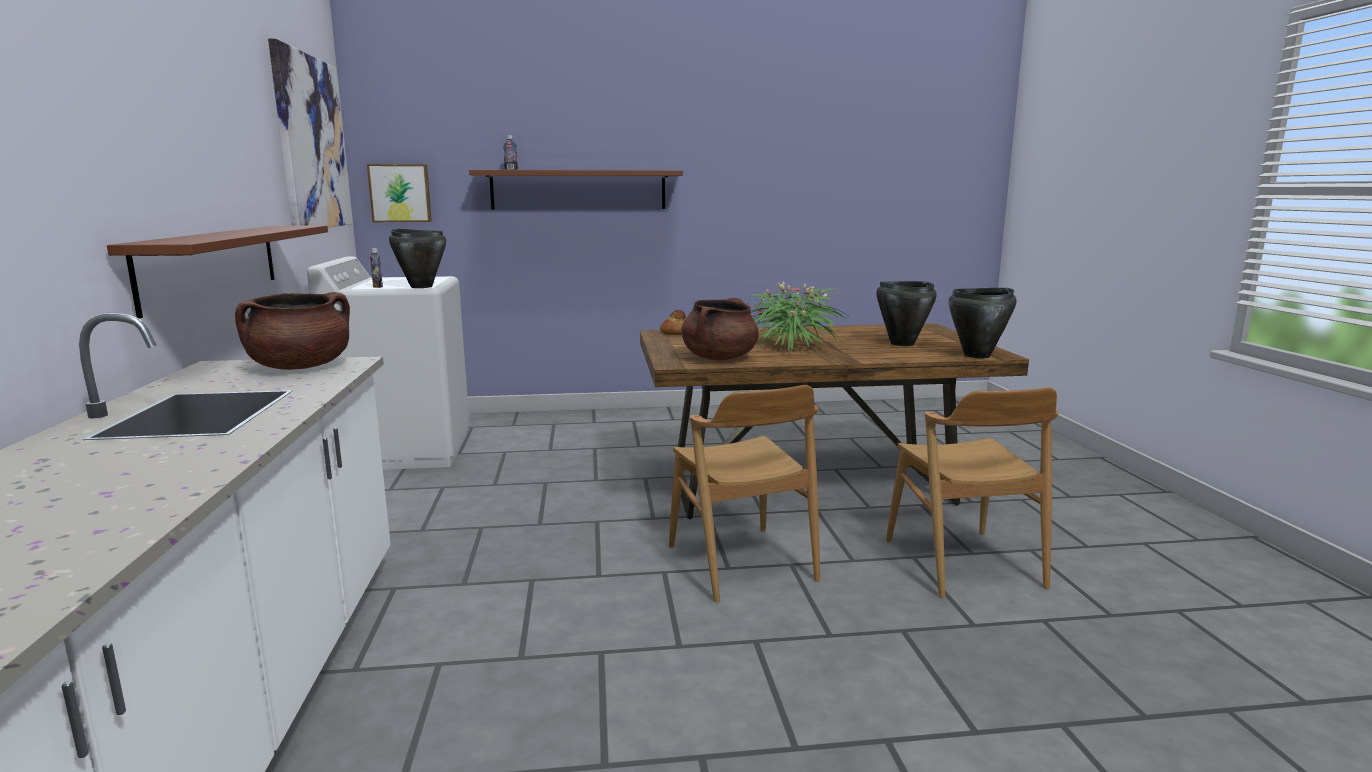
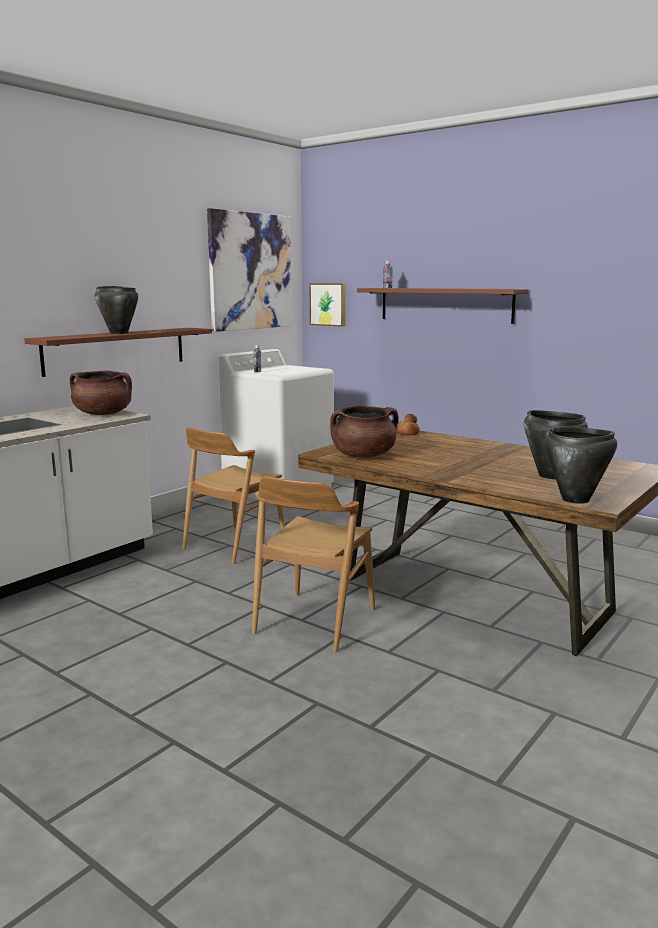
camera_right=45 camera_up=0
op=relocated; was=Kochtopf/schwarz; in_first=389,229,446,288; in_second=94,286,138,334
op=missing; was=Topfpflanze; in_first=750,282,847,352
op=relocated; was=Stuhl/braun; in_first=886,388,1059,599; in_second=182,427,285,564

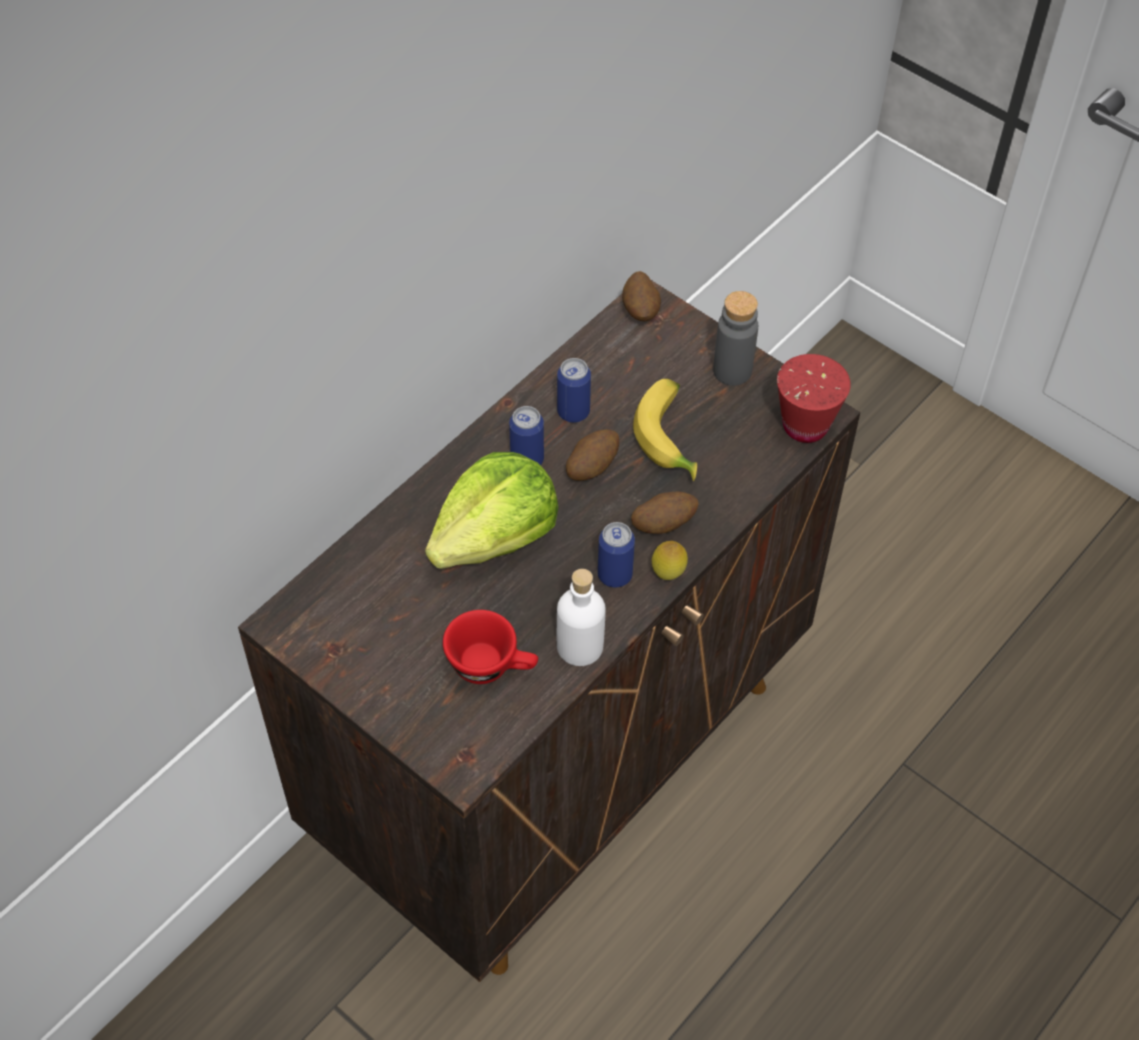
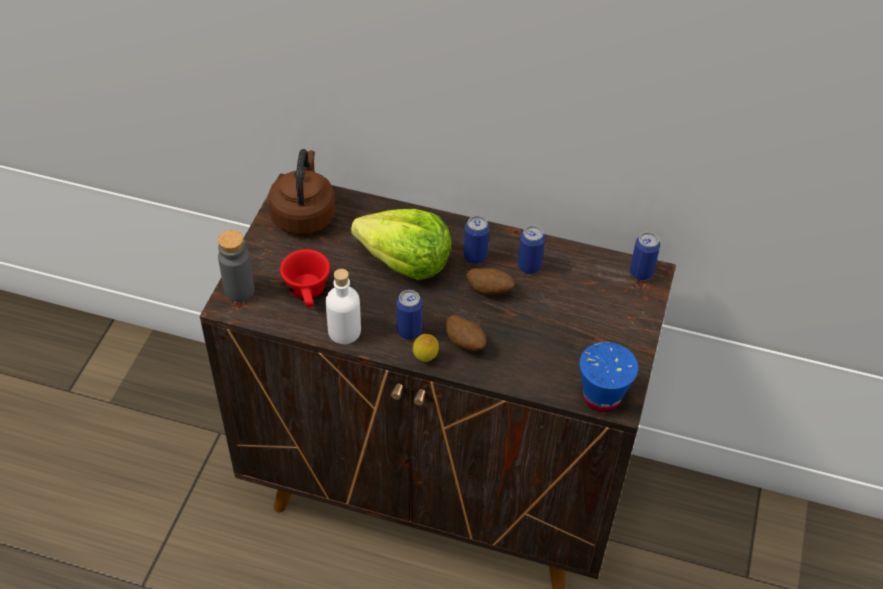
camera_right=65 camera_up=-5
op=exchanged; was=Kartoffel; now=Dose; in_first=622,271,661,321; in_second=630,232,660,280
op=relocated; was=Flasche/grau; in_first=713,291,758,386; in_second=218,230,255,302
op=colour; was=Tasse/rot; now=Tasse/blau; in_first=777,354,851,443; in_second=579,342,638,412
op=missing; was=Banane; in_first=633,379,697,481
op=appeared; now=Wasserkessel/braun; in_second=268,149,336,235

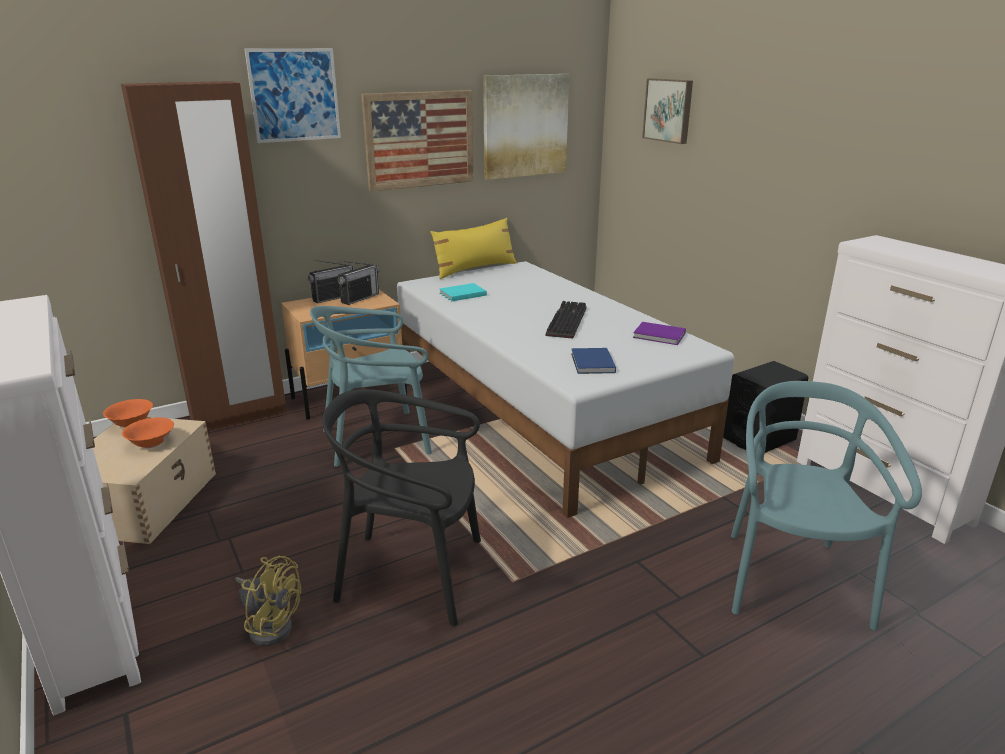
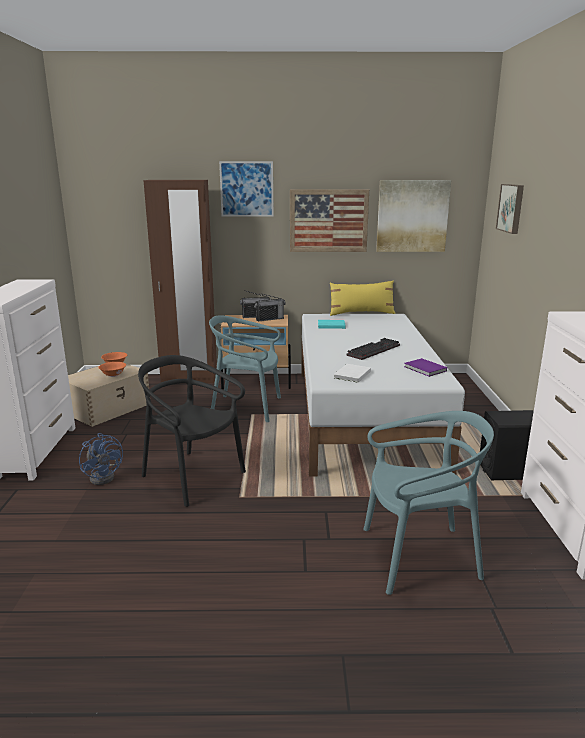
camera_right=30 camera_up=-5
op=colour; was=Buch/blau; now=Buch/weiß; in_first=571,348,616,374; in_second=334,364,371,383
op=spun; was=Stuhl/türkis; in_first=731,381,922,631; in_second=363,411,494,595; clockwise=45
op=colour; was=Ventilator/gelb; now=Ventilator/blau; in_first=235,555,301,646; in_second=79,433,123,485

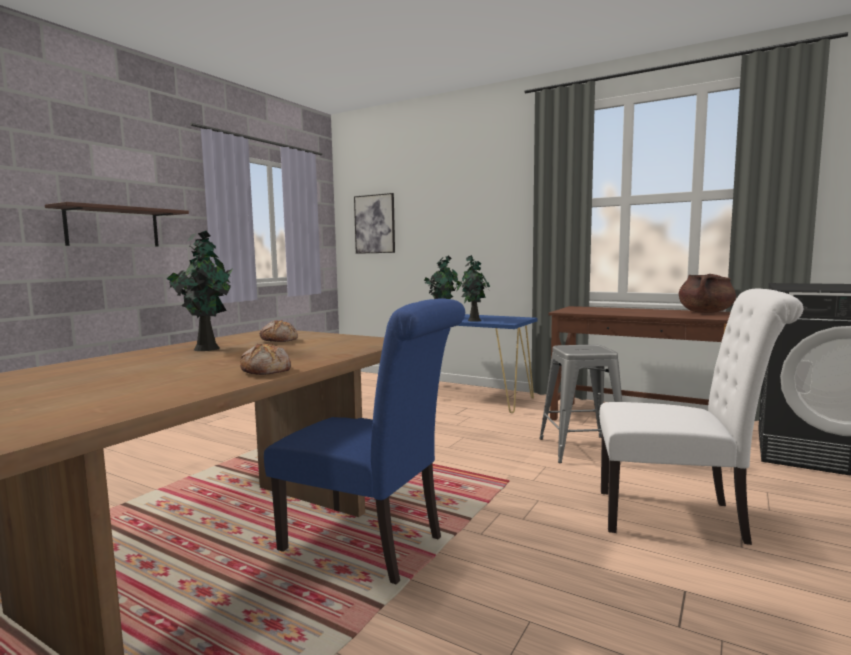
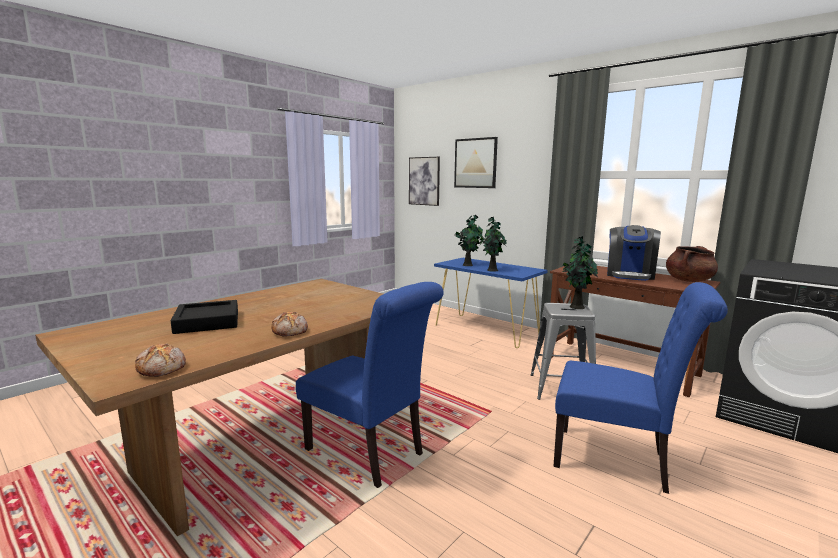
camera_right=10 camera_up=5
op=missing; was=Wandregal; in_first=45,202,189,246
op=relocated; was=Topfpflanze; in_first=167,231,233,351; in_second=562,236,598,309
op=colour; was=Stuhl/weiß; now=Stuhl/blau; in_first=599,289,803,545; in_second=553,282,728,494
op=relocated; was=Brot; in_first=260,320,298,342; in_second=135,344,186,377
op=appeared; now=Bild; in_second=454,137,498,188
op=appeared; now=Kaffeemaschine; in_second=607,225,661,281
op=appeared; now=Tablett/schwarz; in_second=171,300,238,334

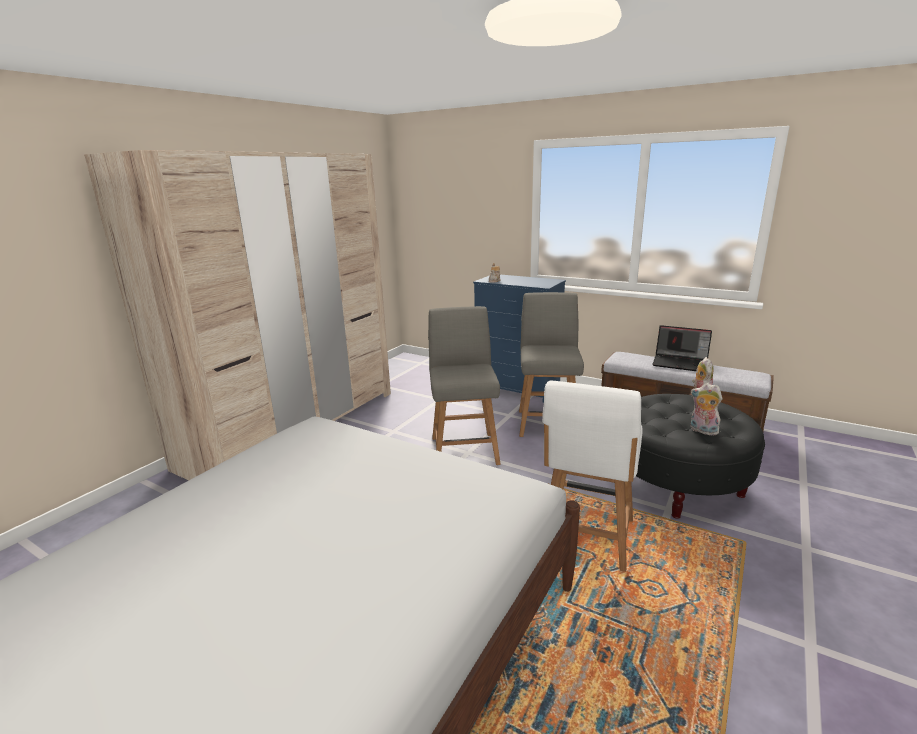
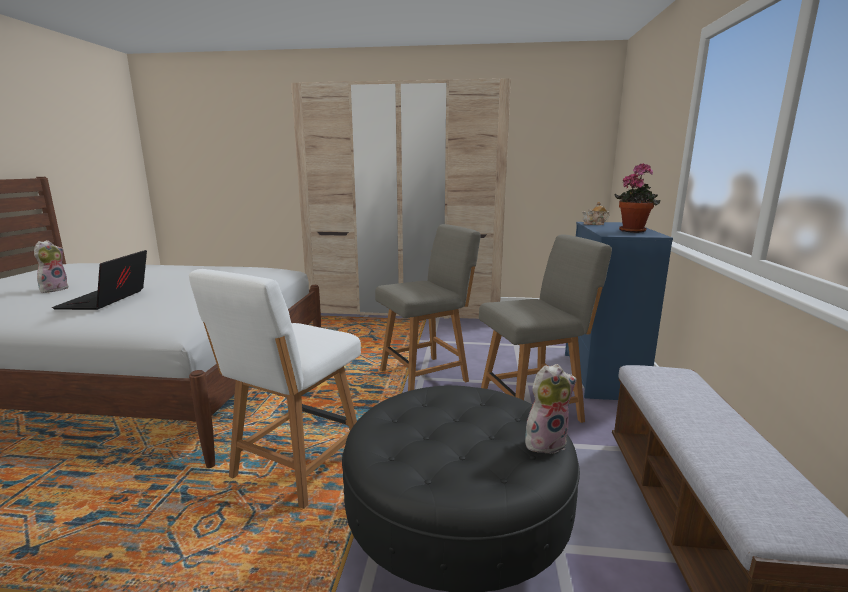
camera_right=65 camera_up=-5
op=relocated; was=Laptop; in_first=652,325,712,371; in_second=52,250,147,310
op=spun; was=Stuhl/weiß; in_first=542,381,643,572; in_second=189,269,361,509; clockwise=-60
op=relocated; was=Plüschtier; in_first=691,383,722,435; in_second=34,240,68,293
op=appeared; now=Topfpflanze; in_second=615,163,660,233

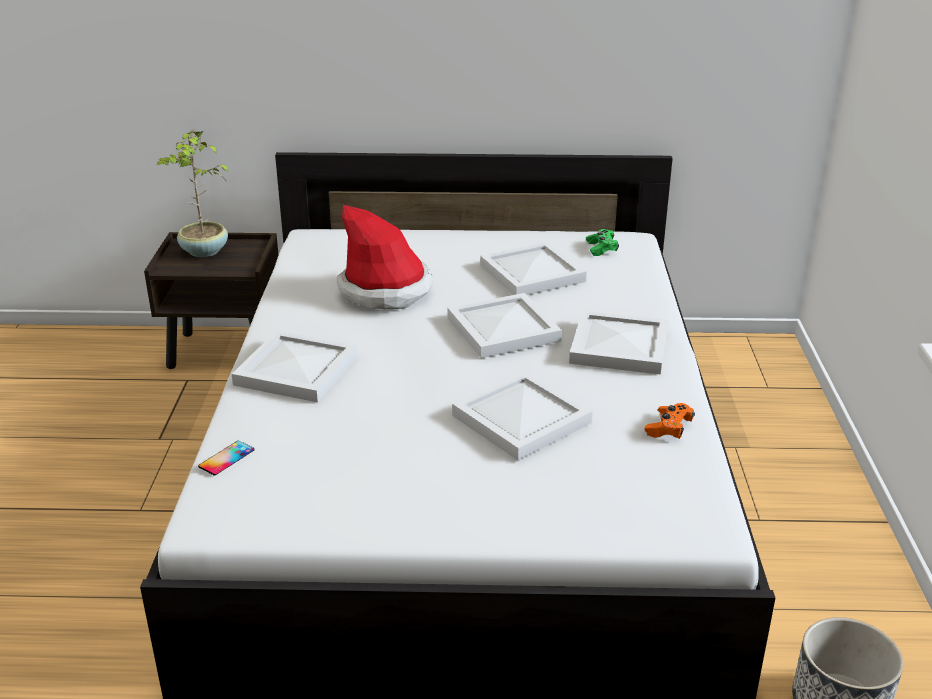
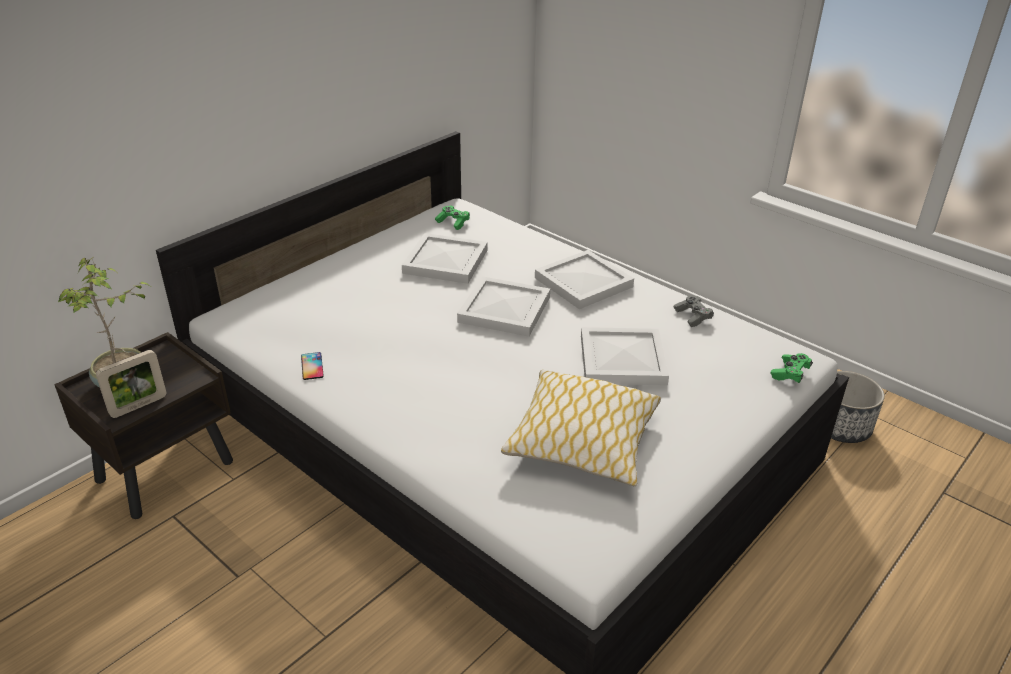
camera_right=-50 camera_up=5
op=missing; was=Hut; in_first=337,205,433,309
op=missing; was=Tablett/weiß; in_first=232,331,358,402
op=colour; was=Gamepad/orange; now=Gamepad/grau; in_first=644,403,695,439; in_second=674,295,714,327
op=relocated; was=Handy; in_first=198,441,255,476; in_second=301,352,324,380
op=appeared; now=Bilderrahmen; in_second=96,350,166,418
op=appeared; now=Gamepad/grün; in_second=770,353,813,383
op=appeared; now=Kissen; in_second=501,370,661,486

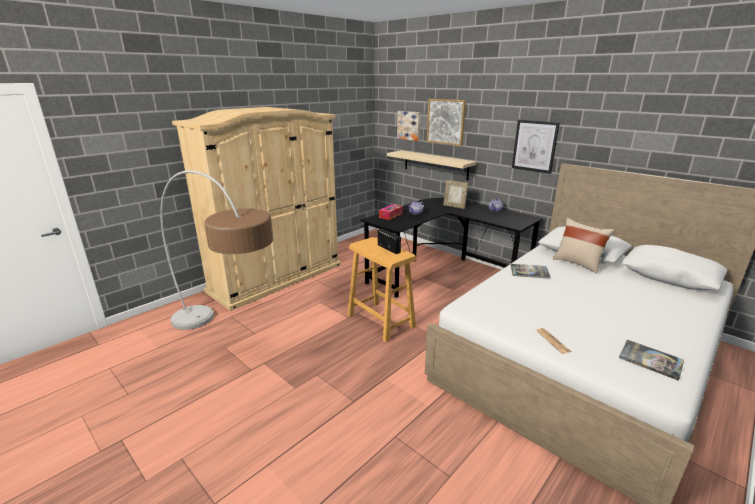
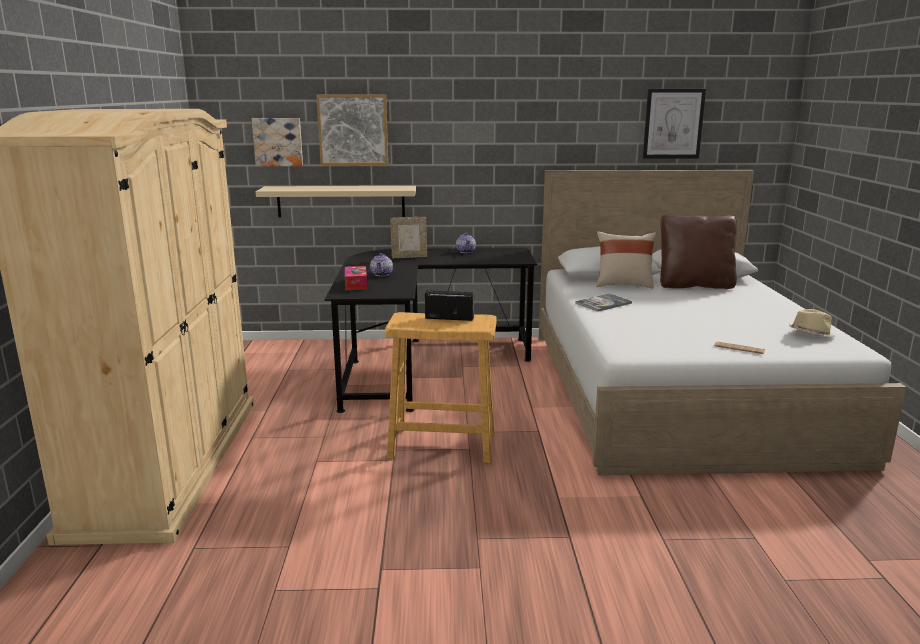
camera_right=-45 camera_up=-5
op=relocated; was=Bild; in_first=512,120,560,174; in_second=643,89,706,159
op=missing; was=Stehlampe; in_first=160,170,273,330
op=exchanged; was=Buch; now=Hut/beige; in_first=619,340,684,381; in_second=789,309,836,337
op=appeared; now=Kissen/braun; in_second=660,214,737,289

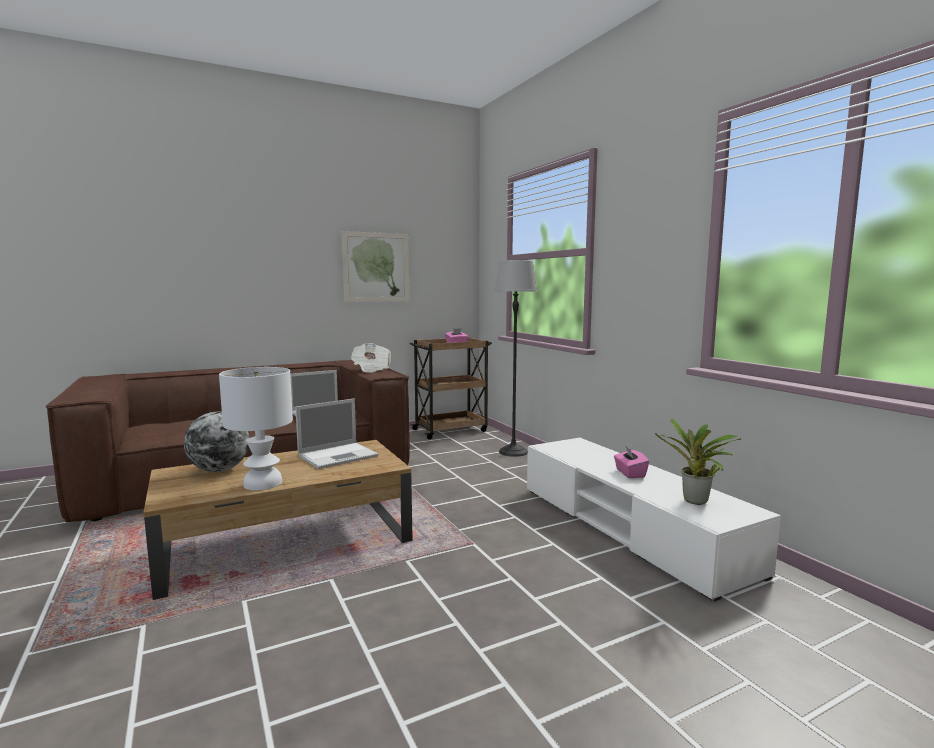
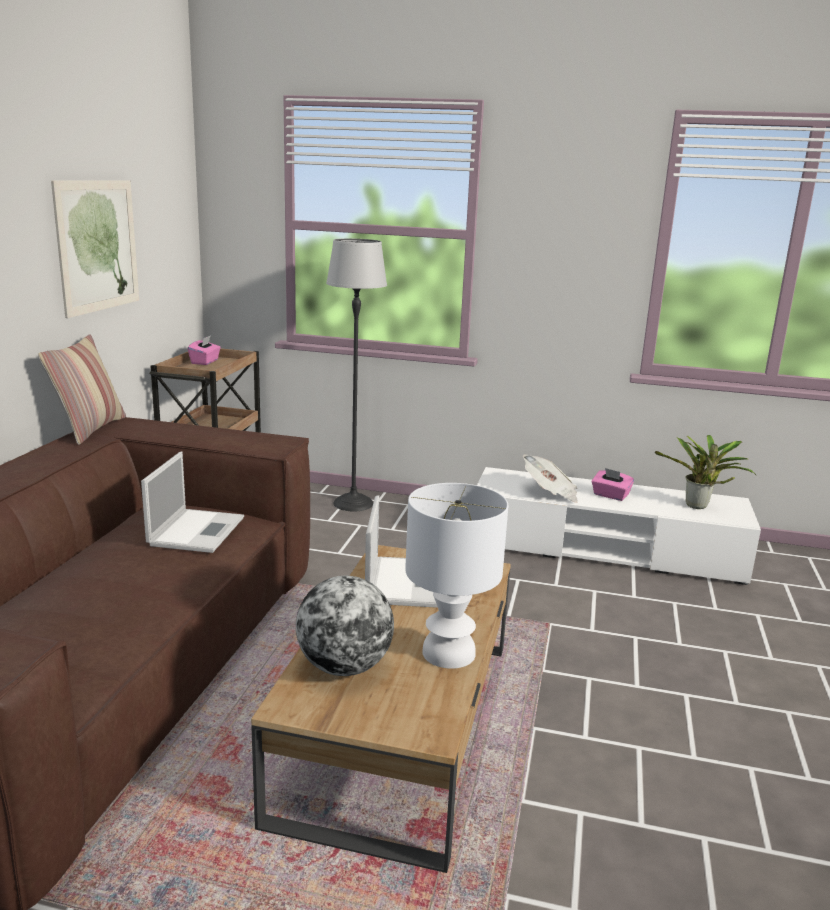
camera_right=-50 camera_up=10
op=relocated; was=Zeitung; in_first=350,343,391,373; in_second=523,454,578,502
op=appeared; now=Kissen; in_second=38,334,126,445

